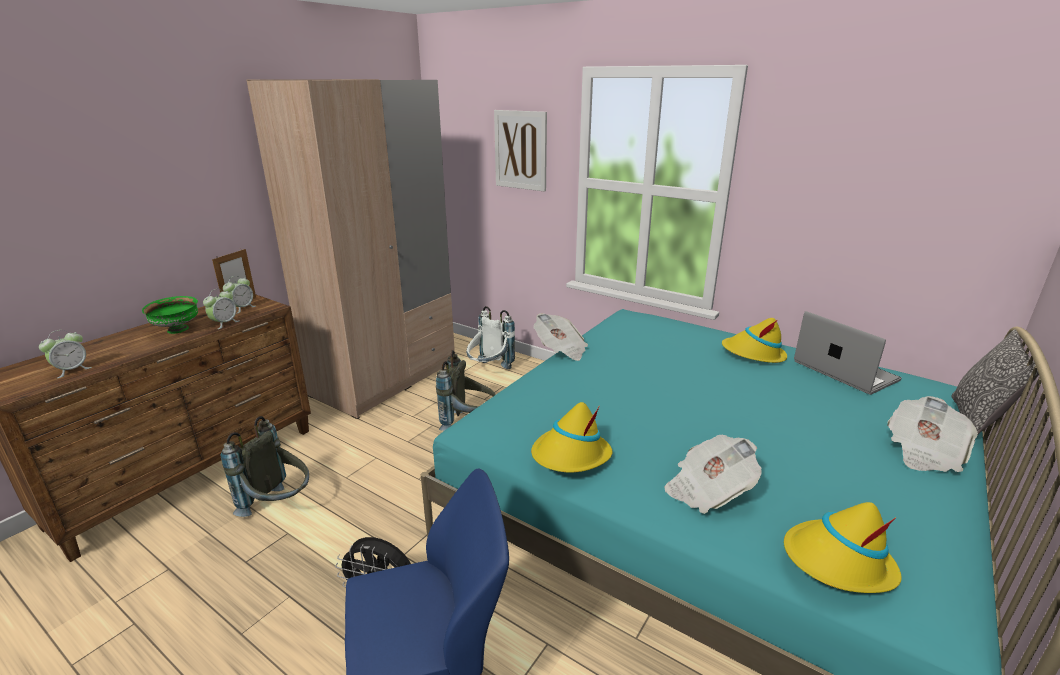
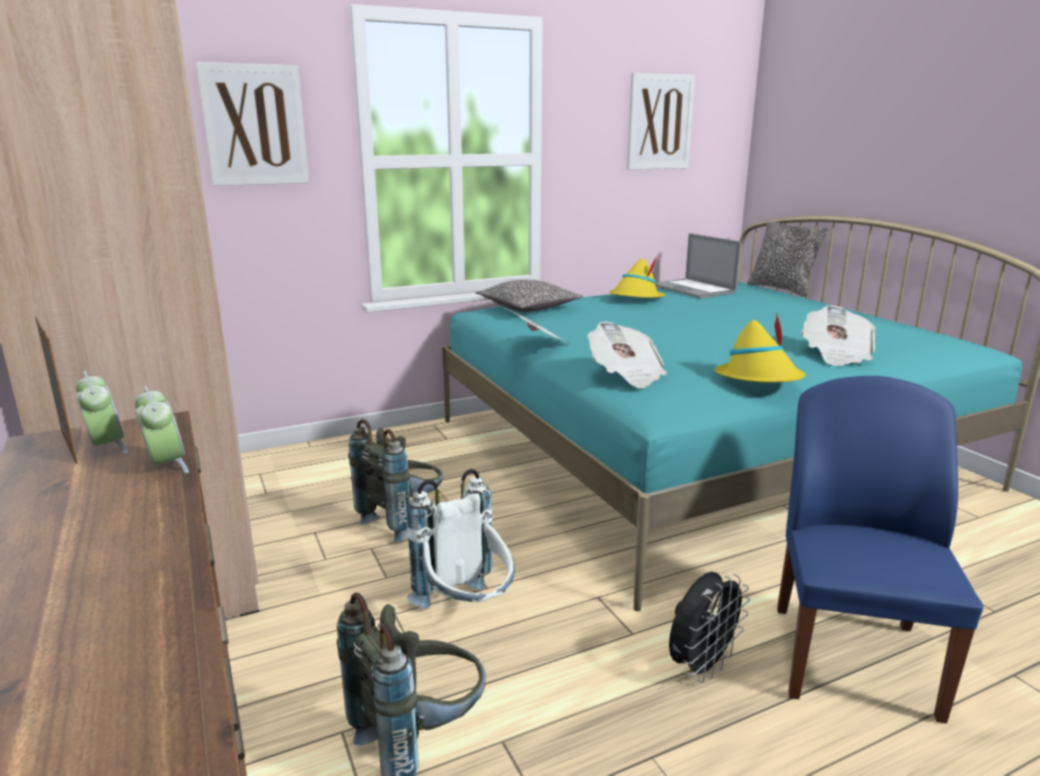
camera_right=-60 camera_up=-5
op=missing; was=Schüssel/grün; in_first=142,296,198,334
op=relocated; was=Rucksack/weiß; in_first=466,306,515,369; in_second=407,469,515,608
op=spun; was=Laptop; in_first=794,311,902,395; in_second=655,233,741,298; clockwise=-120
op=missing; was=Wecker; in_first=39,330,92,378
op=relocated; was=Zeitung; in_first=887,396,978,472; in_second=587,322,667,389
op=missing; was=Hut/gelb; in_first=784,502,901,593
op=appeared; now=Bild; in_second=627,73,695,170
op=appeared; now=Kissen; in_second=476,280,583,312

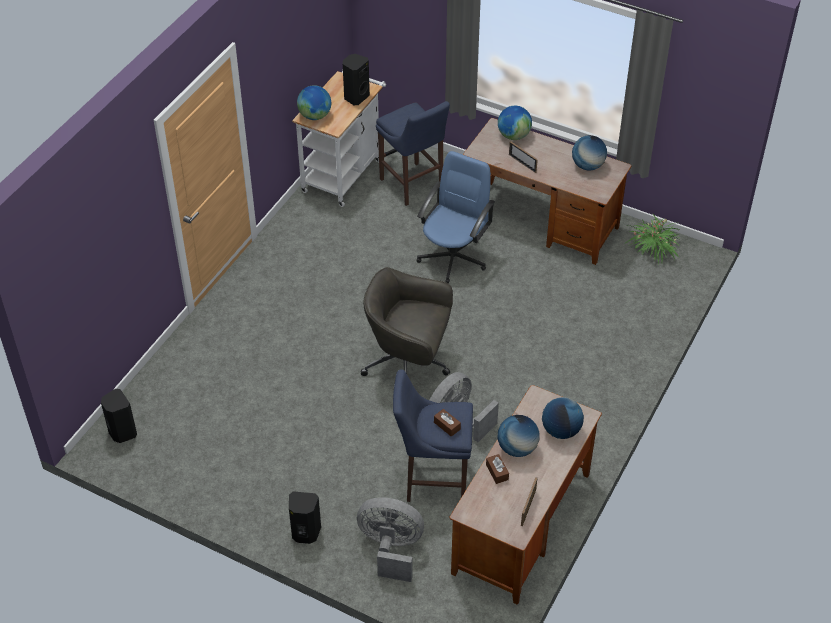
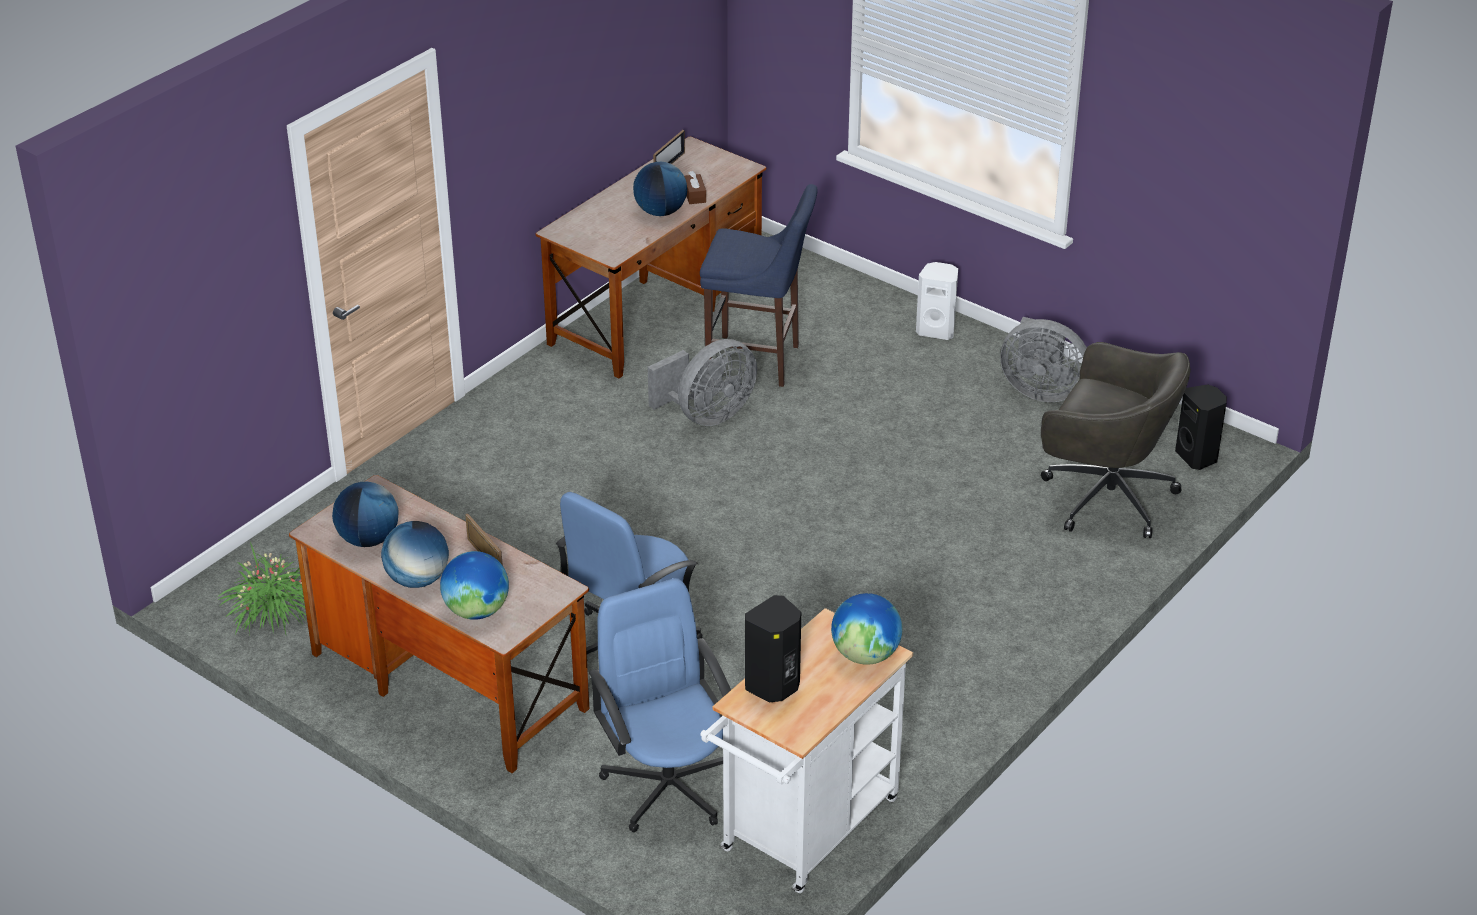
camera_right=-170 camera_up=-10
op=exchanged; was=Hocker/blau; now=Bürostuhl/blau; in_first=376,101,450,206; in_second=589,578,731,832
op=relocated; was=Bürostuhl/grau; in_first=361,267,453,376; in_second=1041,342,1191,538
op=relocated; was=Globus; in_first=542,397,584,439; in_second=381,521,449,588
op=missing; was=Taschentuchbox/braun; in_first=434,409,461,437
op=colour; was=Lautsprecher/schwarz; now=Lautsprecher/weiß; in_first=289,491,321,544; in_second=916,262,958,340
op=relocated; was=Ventilator/grau; in_first=357,497,424,582; in_second=1000,317,1087,402

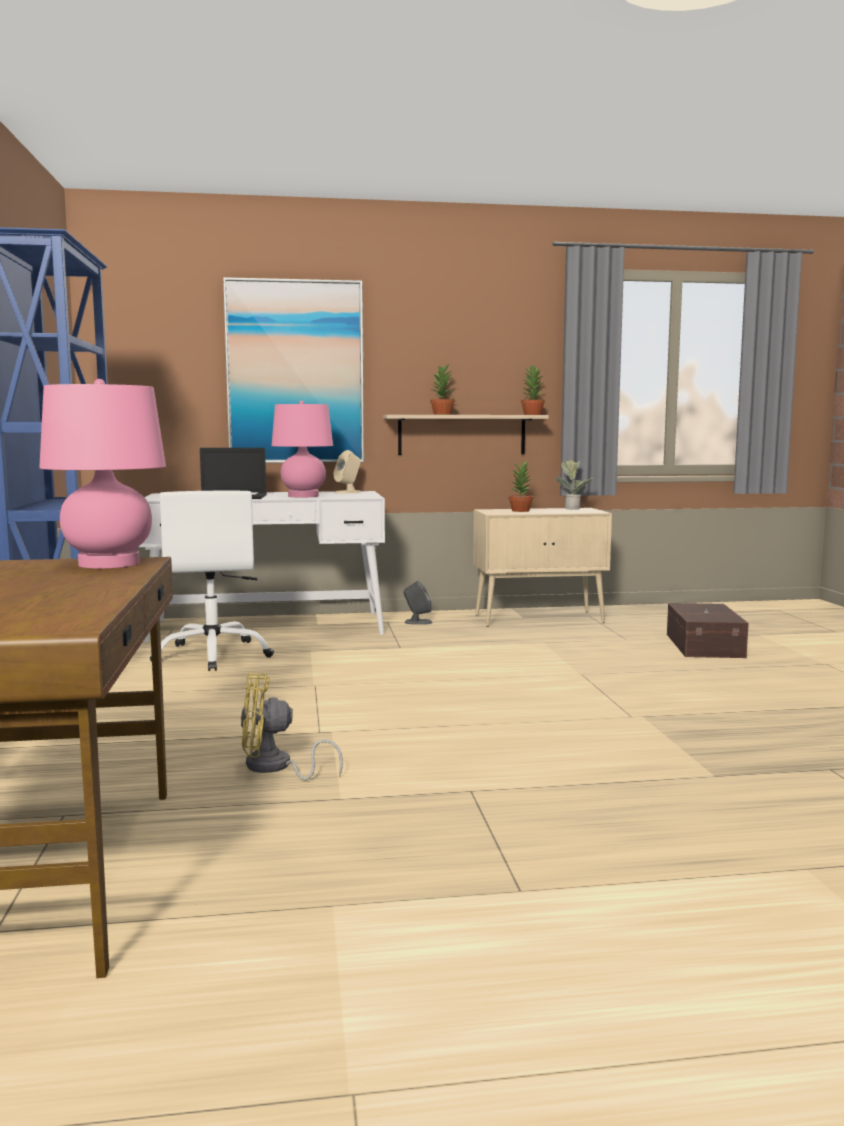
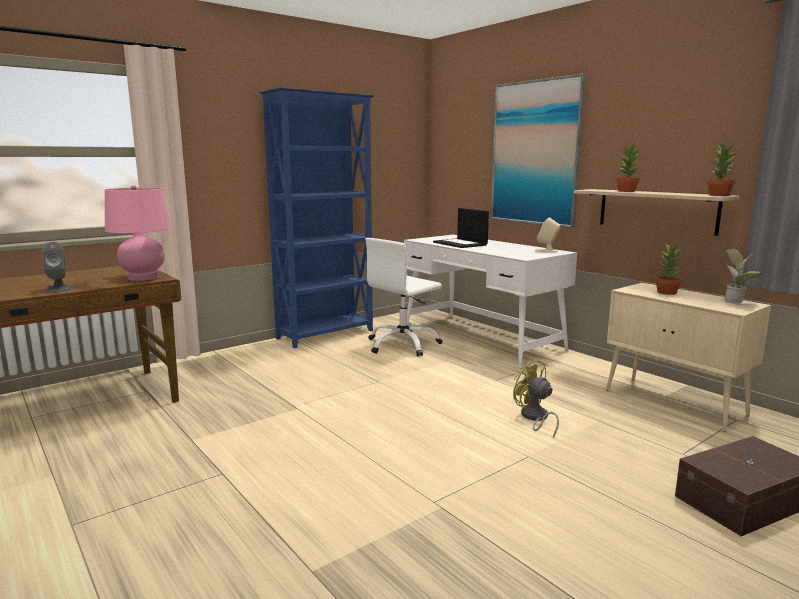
camera_right=60 camera_up=5
op=missing; was=Tischlampe/rosa; in_first=272,401,333,497
op=relocated; was=Lautsprecher/grau; in_first=403,581,432,625; in_second=42,242,72,292
op=relocated; was=Ventilator/gelb; in_first=241,673,343,780; in_second=513,359,559,438

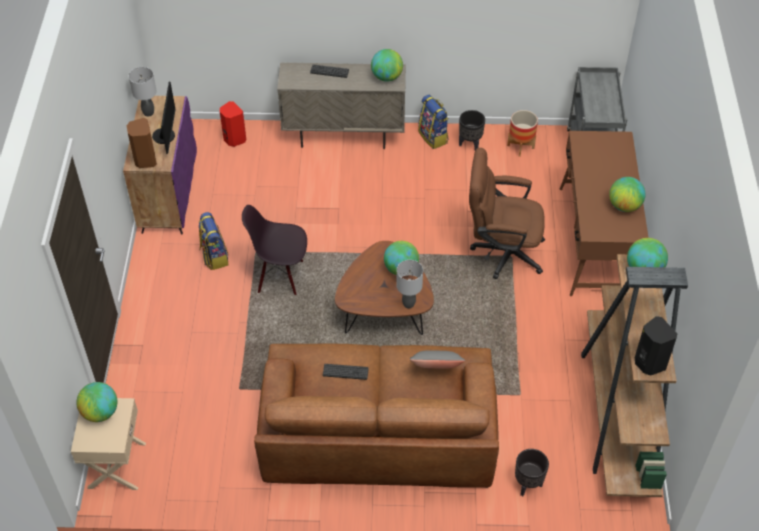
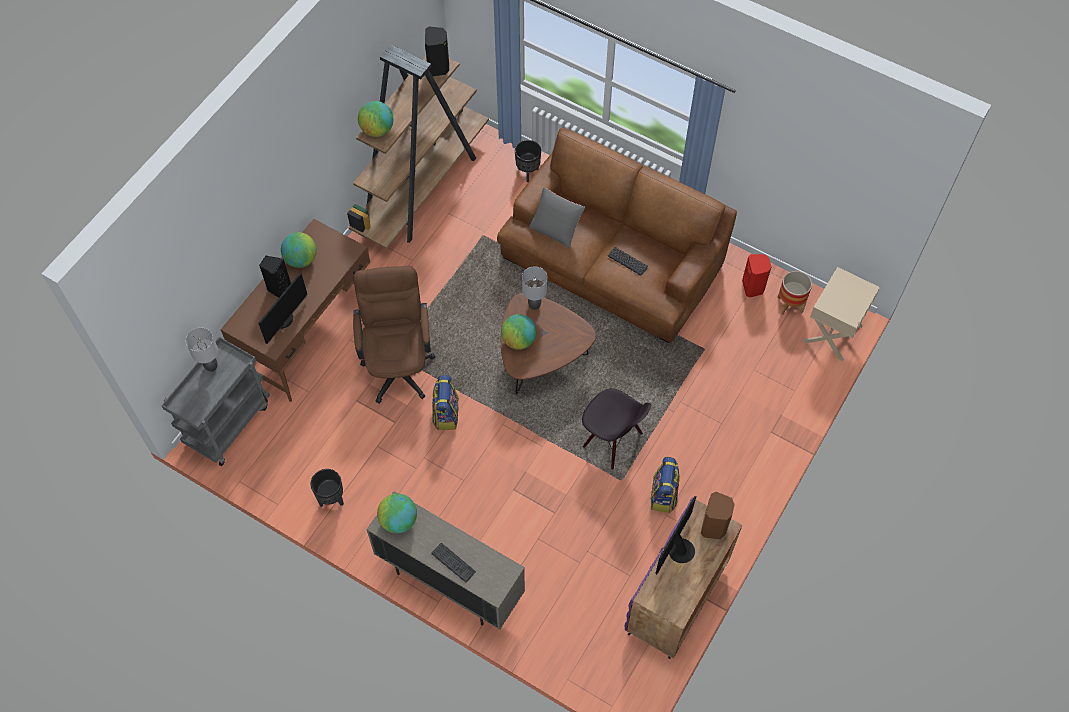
camera_right=-150 camera_up=10
op=relocated; was=Tischlampe/grau; in_first=129,67,157,116; in_second=186,328,218,372
op=relocated; was=Rucksack; in_first=418,95,449,149; in_second=432,375,459,430
op=relocated; was=Lautsprecher/rot; in_first=220,101,246,147; in_second=742,254,771,297
op=relocated; was=Pflanzkübel; in_first=507,110,538,157; in_second=778,271,812,315
op=spun; was=Bürostuhl/braun; in_first=469,148,545,279; in_second=353,266,435,403; clockwise=-135
op=missing; was=Globus; in_first=76,382,117,422
op=appeared; now=Lautsprecher/schwarz; in_second=259,256,291,298
op=appeared; now=Monitor; in_second=258,272,308,344

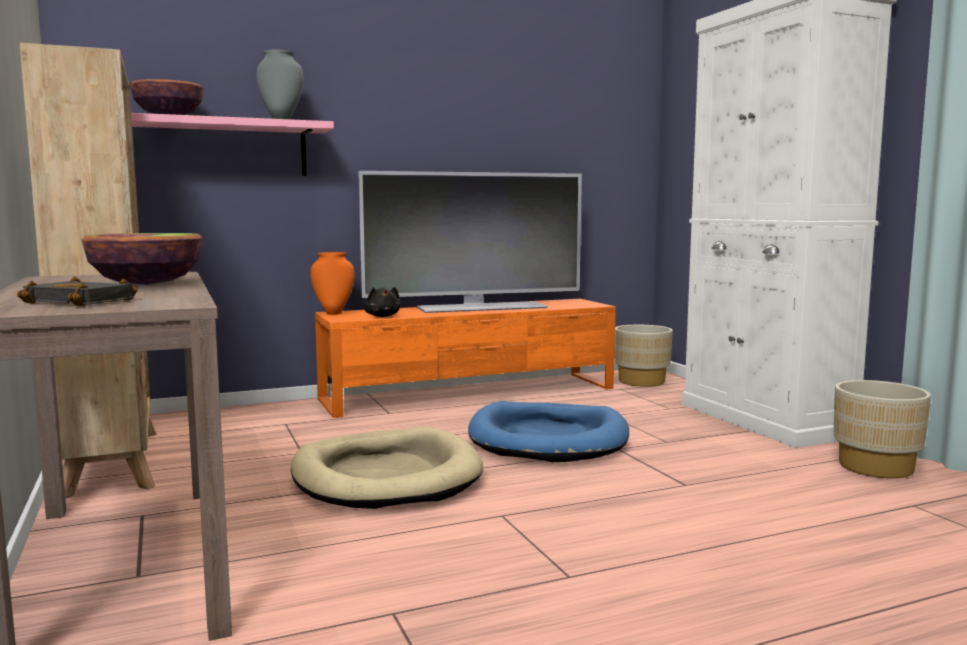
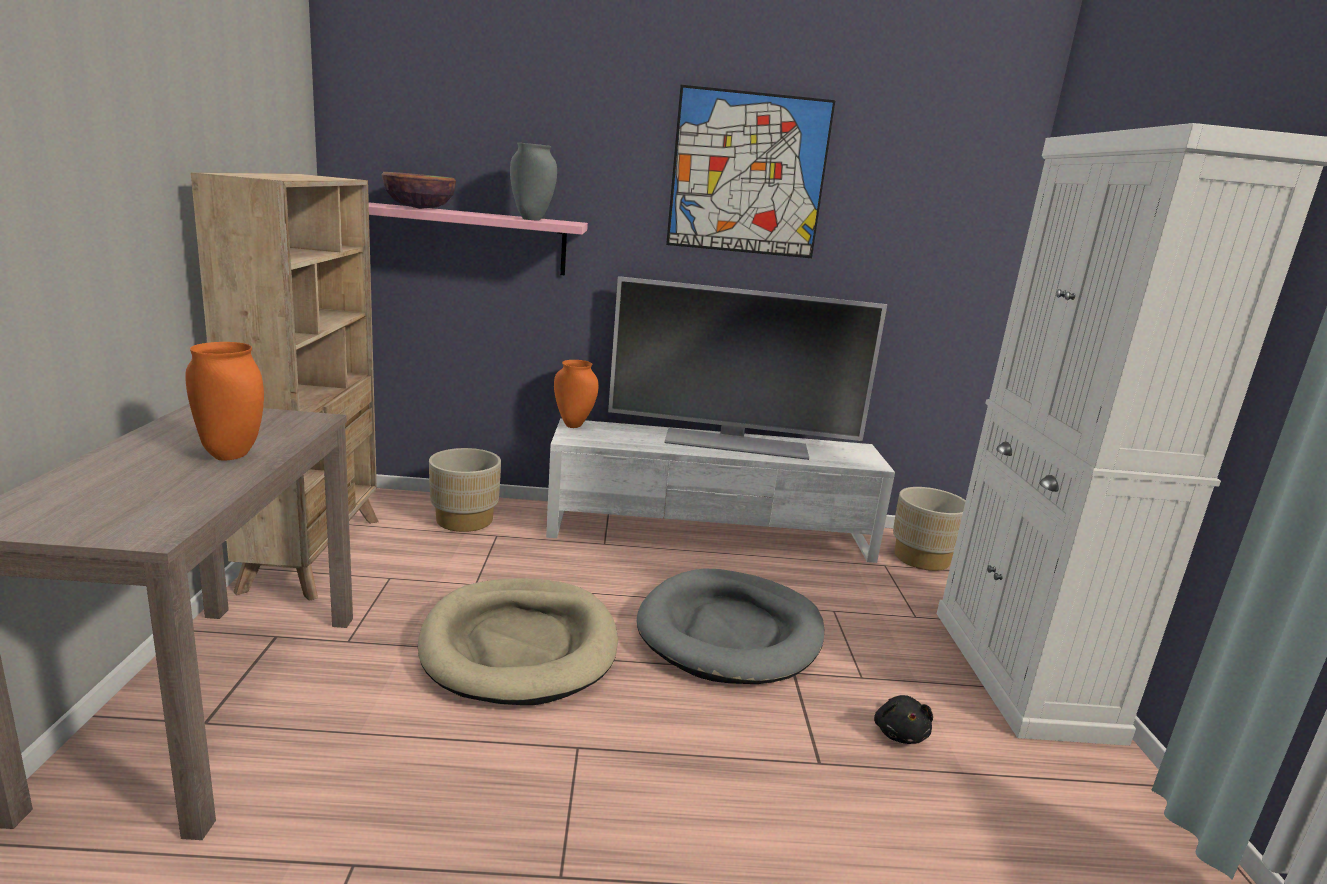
camera_right=20 camera_up=10
op=exchanged; was=Schüssel; now=Vase/orange; in_first=82,233,202,285; in_second=185,342,264,461
op=missing; was=Buch/schwarz; in_first=17,277,138,307
op=relocated; was=Plüschtier/schwarz; in_first=365,287,400,317; in_second=874,695,933,744
op=colour; was=Fernsehschrank/orange; now=Fernsehschrank/weiß; in_first=315,299,616,418; in_second=546,418,895,563
op=relocated; was=Pflanzkübel/beige; in_first=834,380,931,478; in_second=429,448,501,532
op=colour; was=Hundebett/blau; now=Hundebett/grau; in_first=468,401,629,462; in_second=637,568,824,684
op=appeared; now=Bild; in_second=666,85,835,258

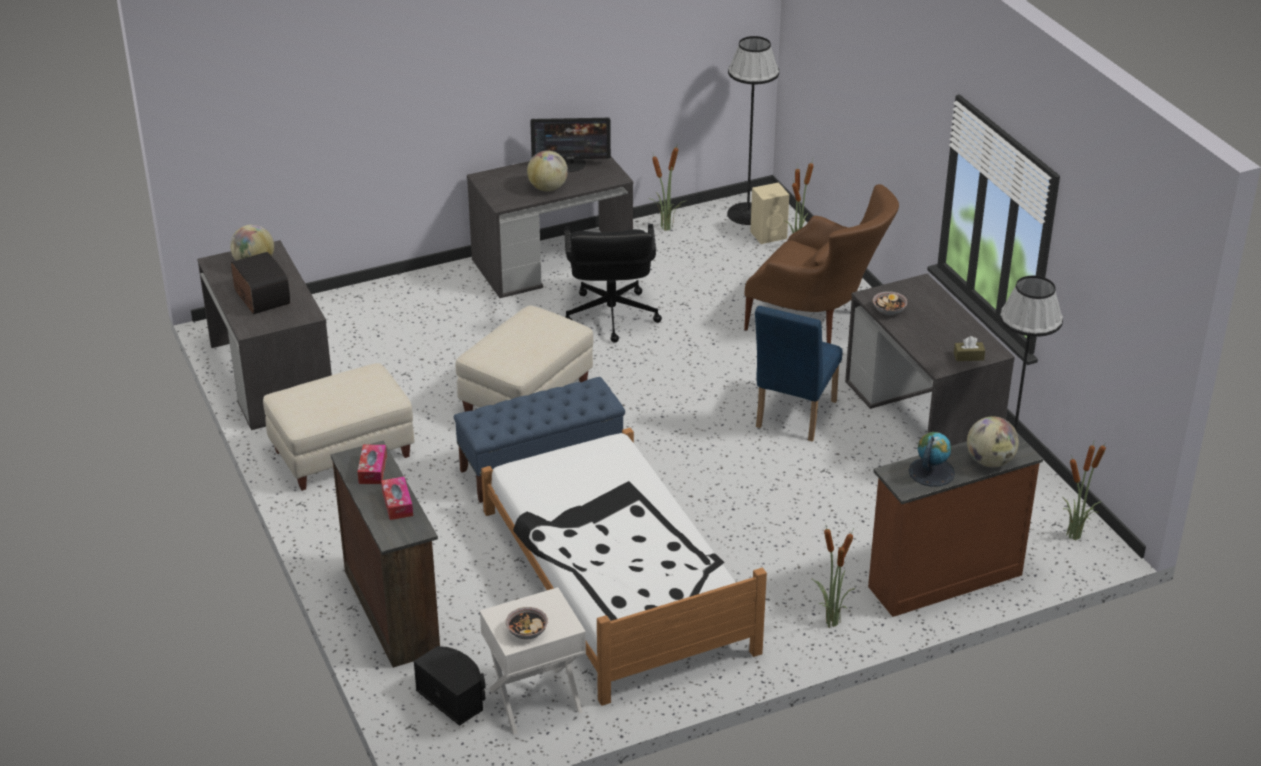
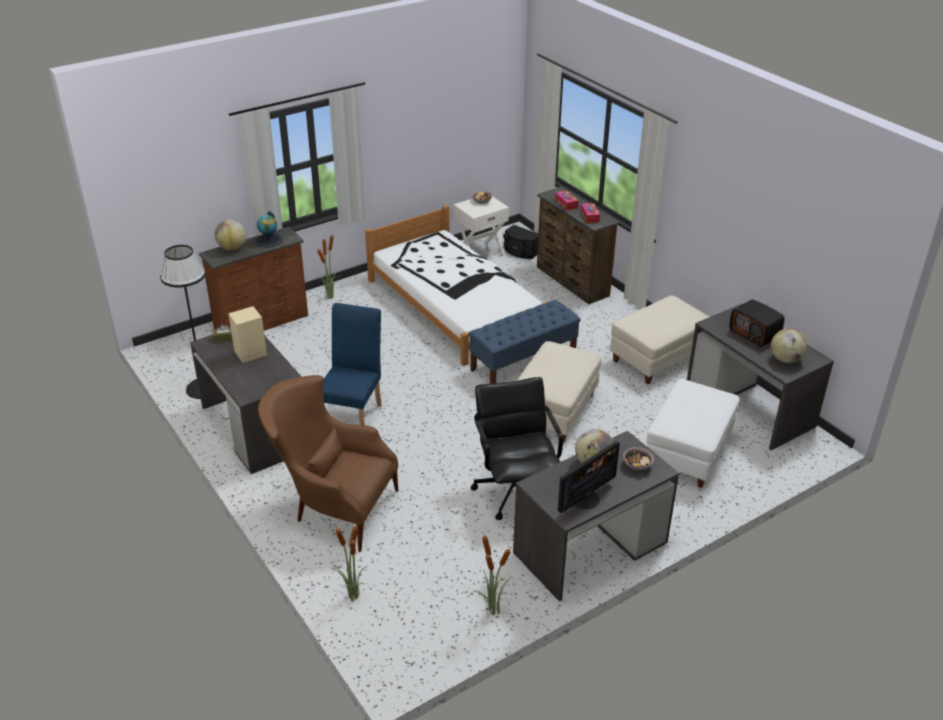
camera_right=170 camera_up=0
op=missing; was=Stehlampe/schwarz; in_first=727,36,779,225
op=spun; was=Monitor; in_first=530,117,611,172; in_second=558,441,620,513; clockwise=150
op=relocated; was=Lautsprecher/beige; in_first=750,182,789,244; in_second=228,306,267,363
op=relocated; was=Schüssel; in_first=873,291,908,315; in_second=623,447,654,471
op=missing; was=Topfpflanze; in_first=1062,439,1107,541
op=appeared; now=Polsterhocker/weiß; in_second=647,379,740,488

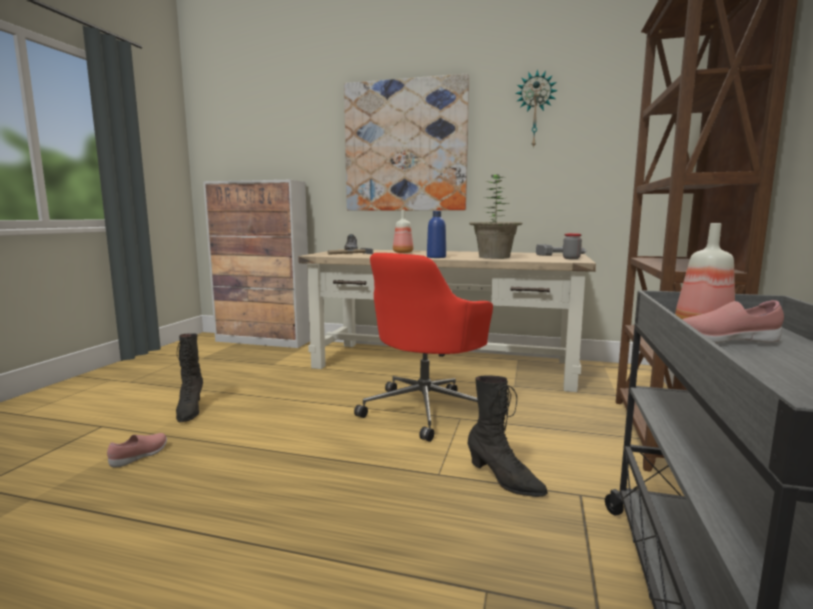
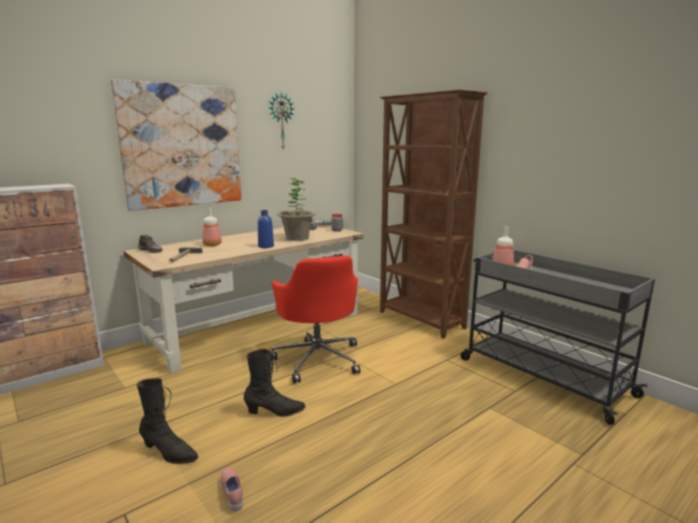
camera_right=-55 camera_up=5
op=relocated; was=Stiefel/schwarz; in_first=467,375,548,497; in_second=244,349,305,417

